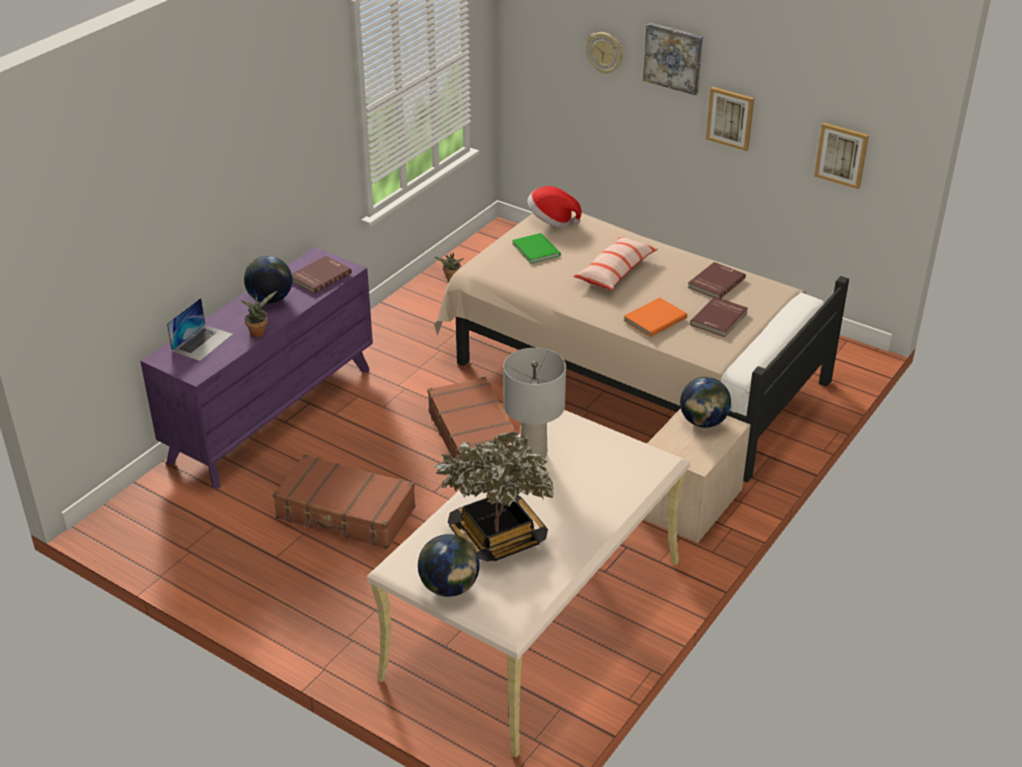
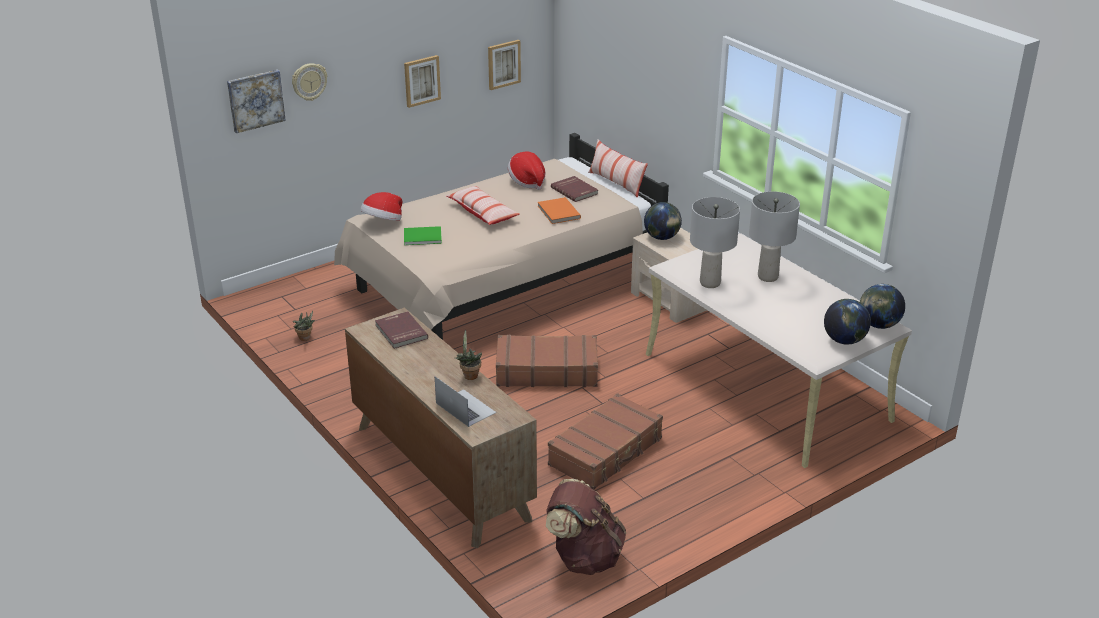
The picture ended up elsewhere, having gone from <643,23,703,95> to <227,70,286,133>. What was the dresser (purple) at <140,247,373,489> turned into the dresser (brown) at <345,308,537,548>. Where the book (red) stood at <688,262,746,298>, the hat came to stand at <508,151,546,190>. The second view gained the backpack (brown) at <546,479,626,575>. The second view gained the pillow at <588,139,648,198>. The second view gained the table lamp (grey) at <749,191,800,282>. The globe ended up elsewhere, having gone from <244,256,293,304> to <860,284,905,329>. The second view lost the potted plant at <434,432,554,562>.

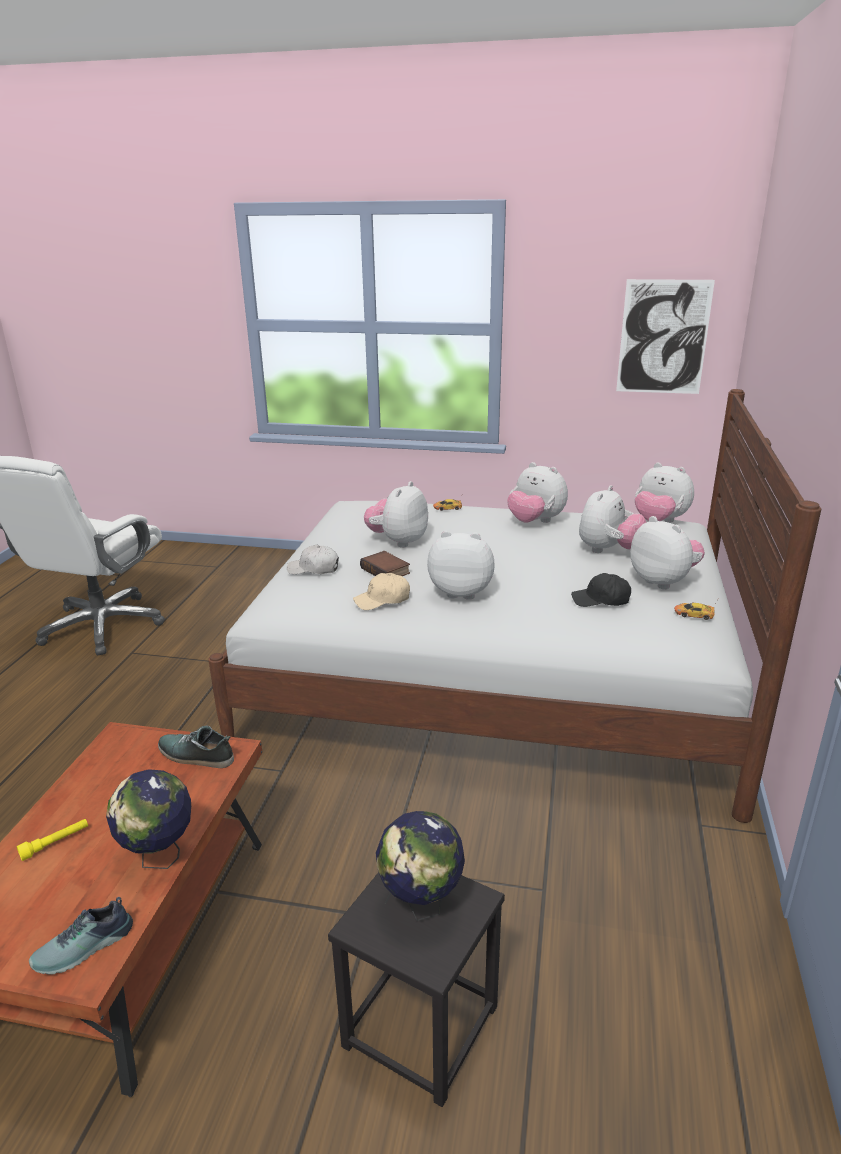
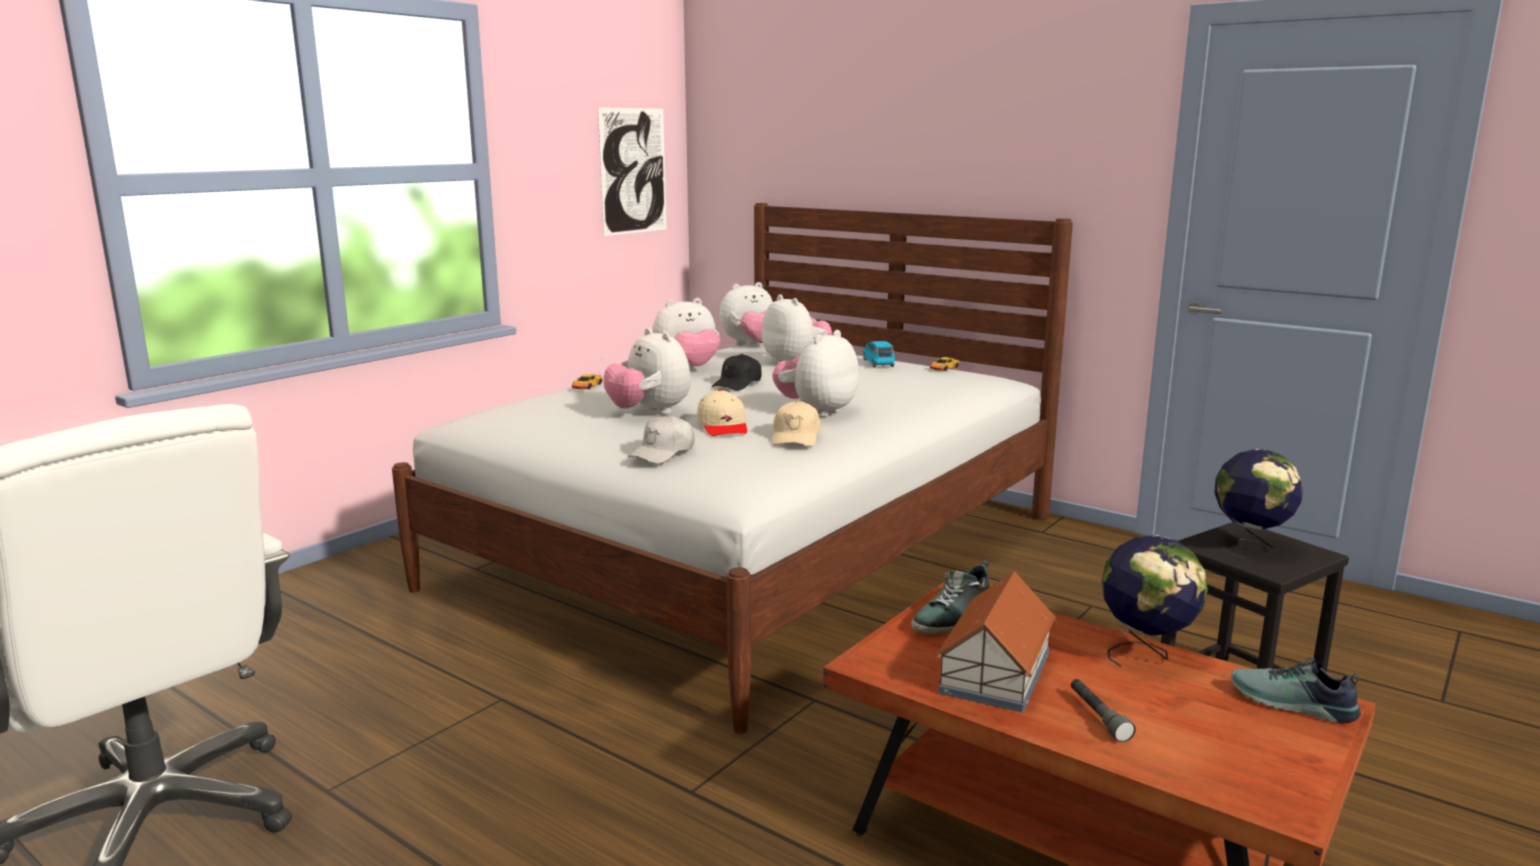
Where the book stood at <360,551,410,576>, the cap (beige) came to stand at <697,389,747,436>. The cap (black) ended up elsewhere, having gone from <571,573,631,607> to <711,354,762,391>. Where the plush toy stood at <630,516,705,590>, the toy car (blue) came to stand at <863,341,895,368>. The second view gained the toy house at <935,571,1056,713>. What was the flashlight (yellow) at <17,819,88,861> turned into the flashlight (grey) at <1071,679,1136,742>. The shoe at <29,897,133,974> ended up facing another way, 135 degrees clockwise from before.

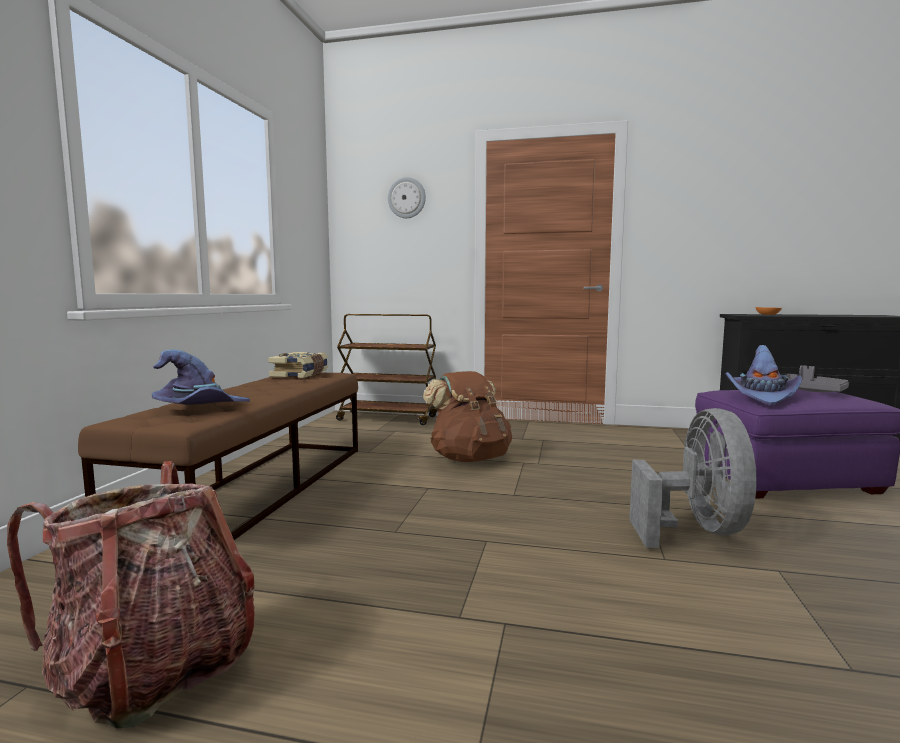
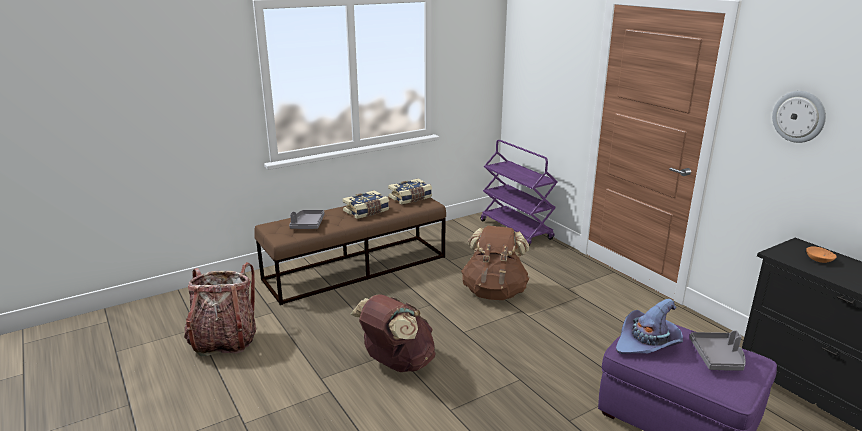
Where the hat (purple) stood at <152,349,250,405>, the tray (grey) came to stand at <289,210,325,229>. The second view gained the book at <342,190,389,219>. The second view gained the backpack (brown) at <350,294,436,372>. What was the cart (brown) at <336,314,437,425> turned into the cart (purple) at <480,140,558,246>. The wall clock ended up elsewhere, having gone from <388,177,426,218> to <772,91,826,143>. The second view lost the fan (grey) at <629,408,757,548>.

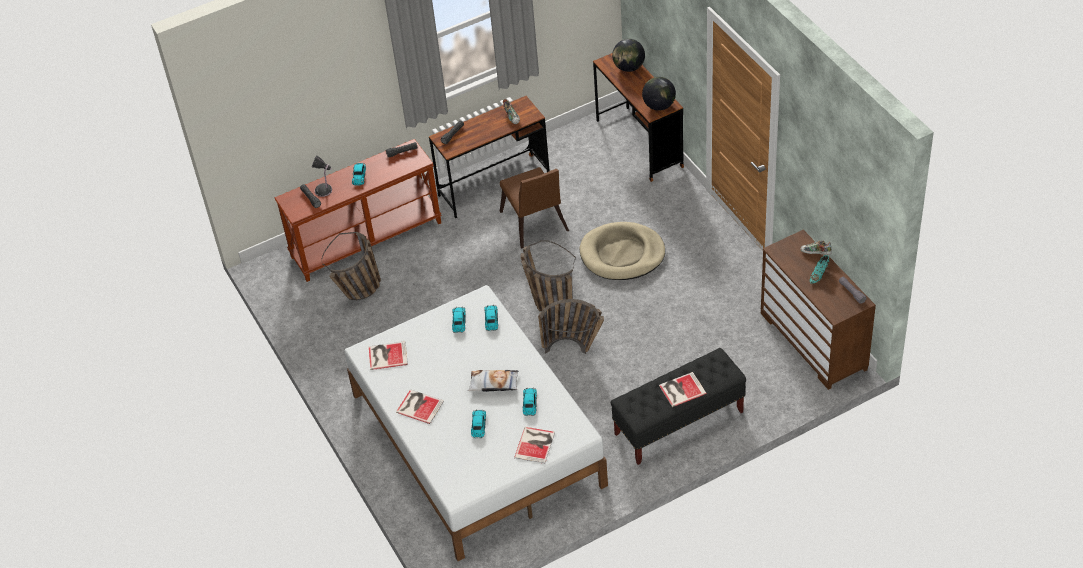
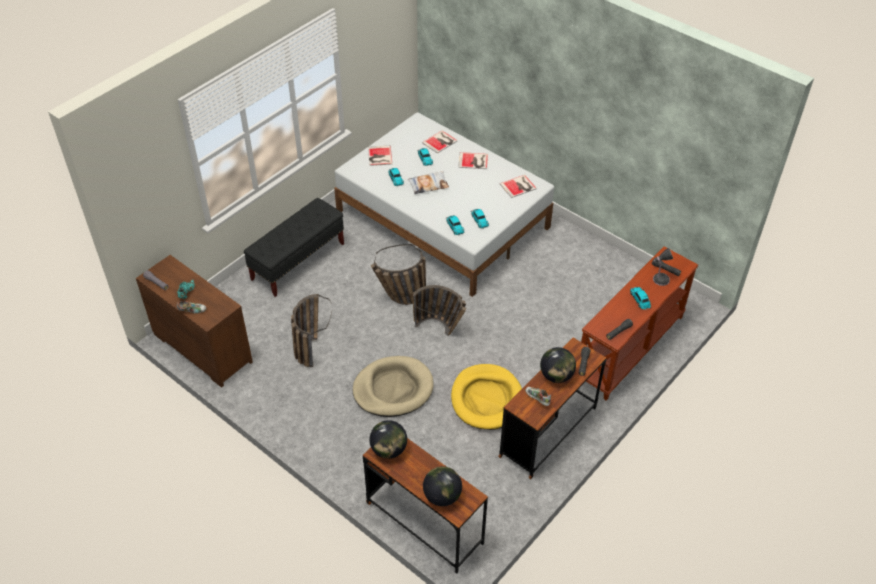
The basket ended up elsewhere, having gone from <322,232,381,300> to <291,294,332,367>. The book ended up elsewhere, having gone from <659,372,707,407> to <422,131,457,154>. Where the chair (brown) stood at <500,167,569,249>, the dog bed (yellow) came to stand at <451,364,522,430>. The second view gained the globe at <540,347,576,383>.

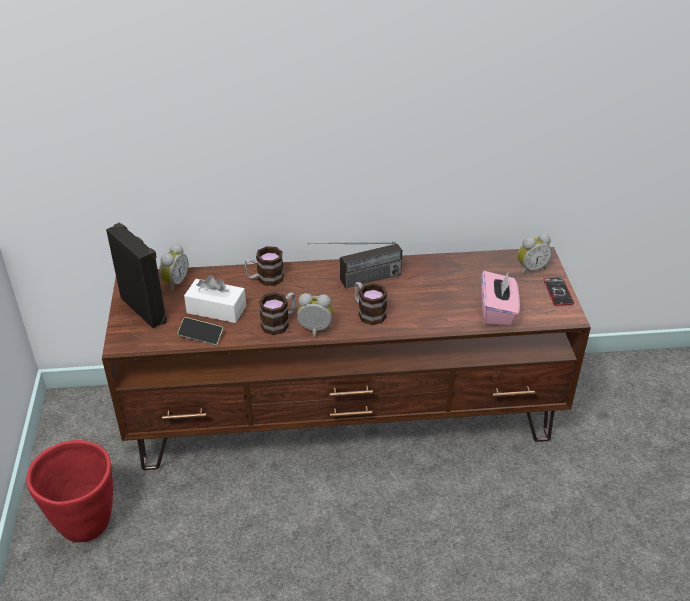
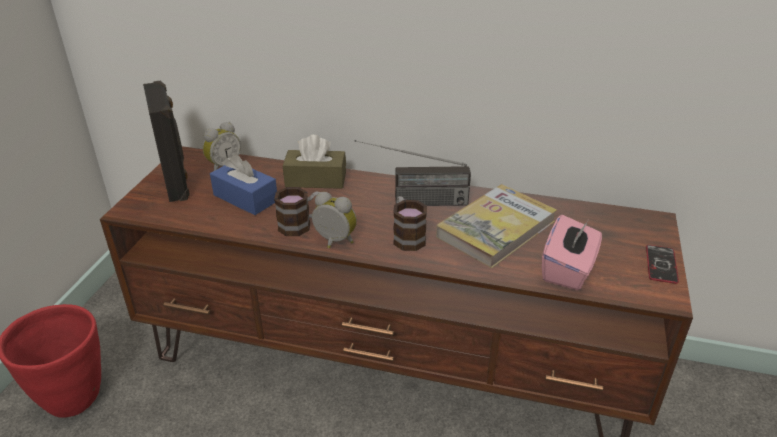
What was the tissue box (white) at <184,275,246,323> turned into the tissue box (blue) at <210,154,277,215>. Where the mug stood at <244,246,284,286>, the tissue box (brown) came to stand at <283,135,346,189>. The second view gained the book at <436,184,557,268>. The second view lost the phone at <178,317,223,345>. The second view lost the alarm clock at <517,233,552,275>.

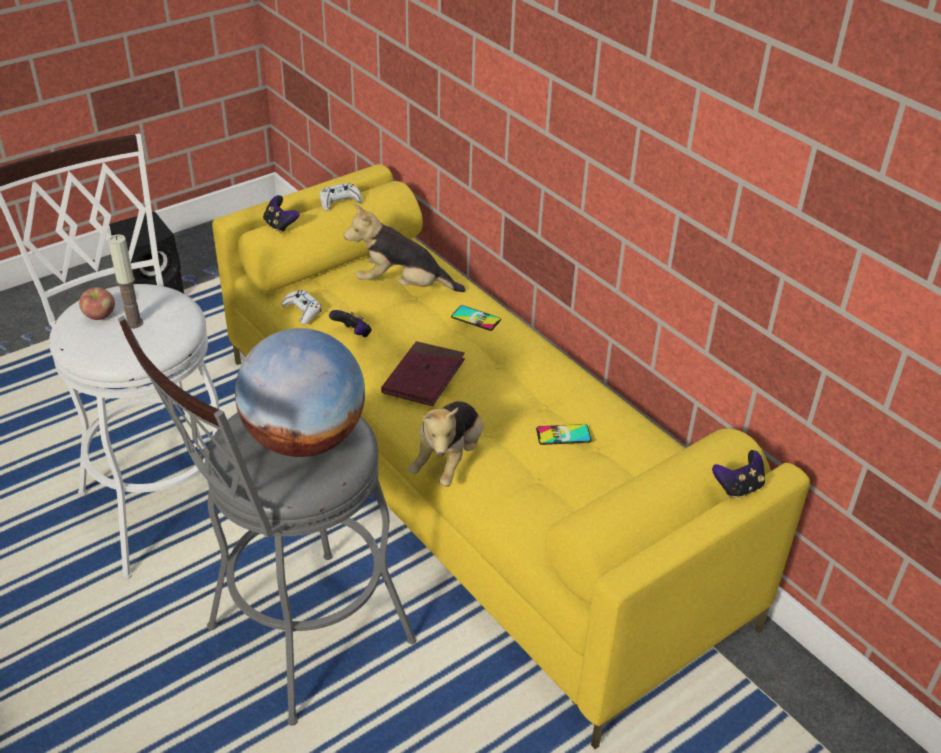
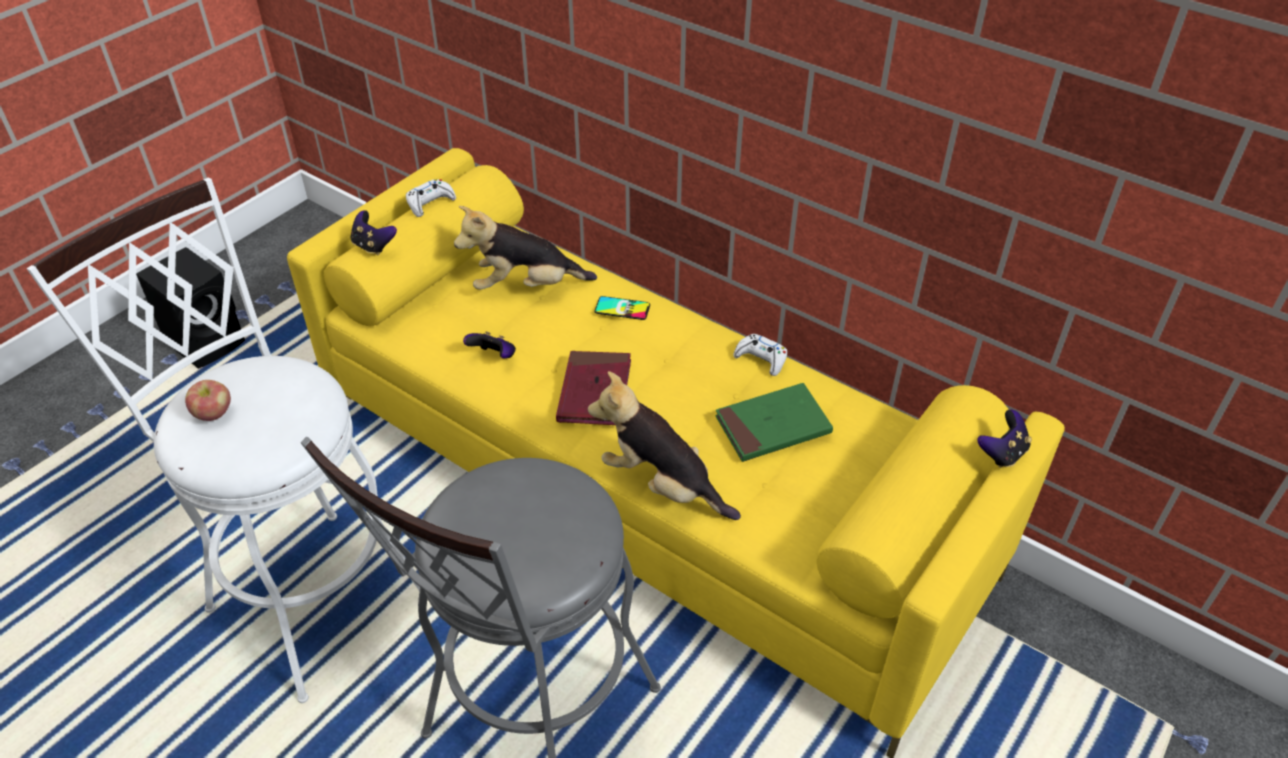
The plush toy at <409,401,483,487> ended up facing another way, 120 degrees clockwise from before. Where the phone stood at <536,424,591,445>, the book (green) came to stand at <715,383,833,462>. The game controller (white) ended up elsewhere, having gone from <282,290,322,325> to <733,334,787,376>. The second view lost the candle at <108,234,143,329>. The second view lost the globe at <235,328,365,457>.

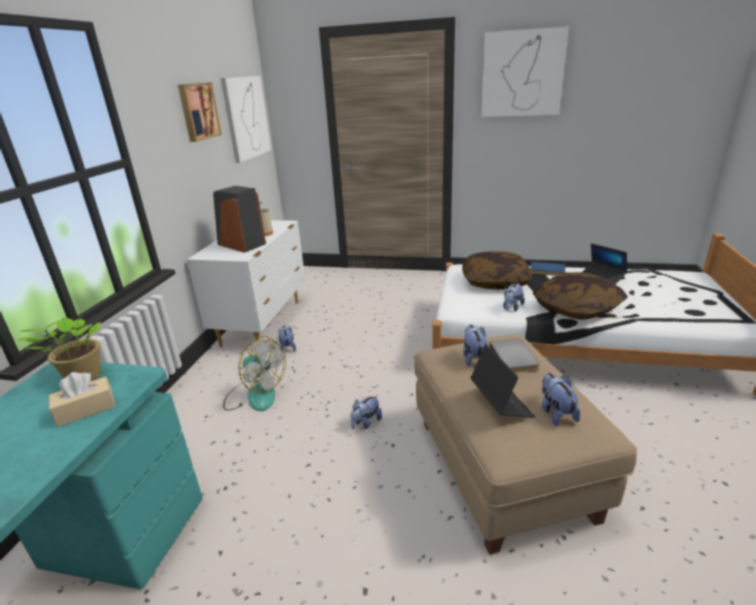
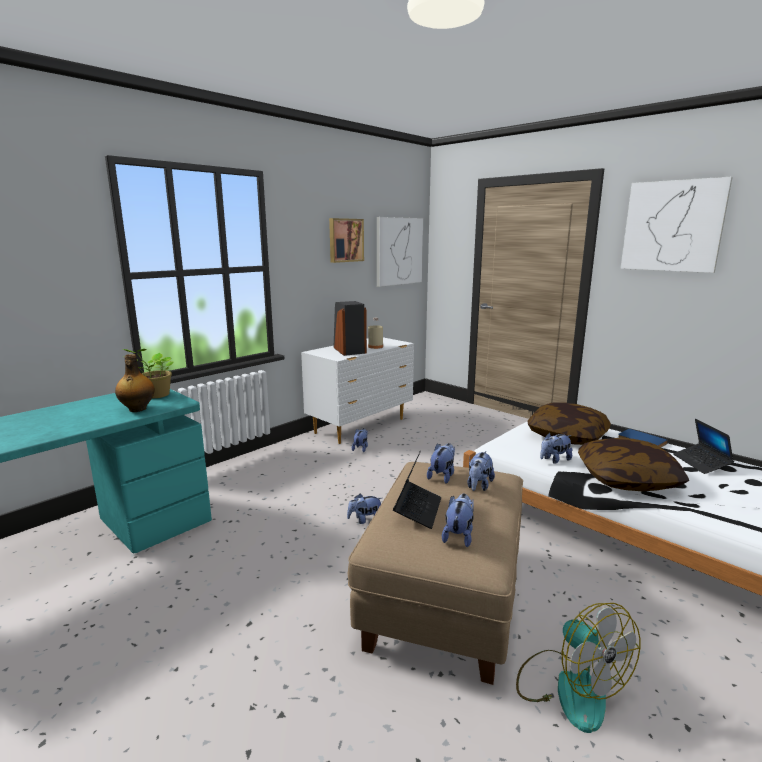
Where the tissue box (beige) stood at <49,372,116,427>, the bottle came to stand at <115,354,155,412>. Where the book (grey) stood at <489,338,540,373>, the plush toy came to stand at <467,451,495,491>. The fan ended up elsewhere, having gone from <223,337,286,411> to <516,603,640,733>.

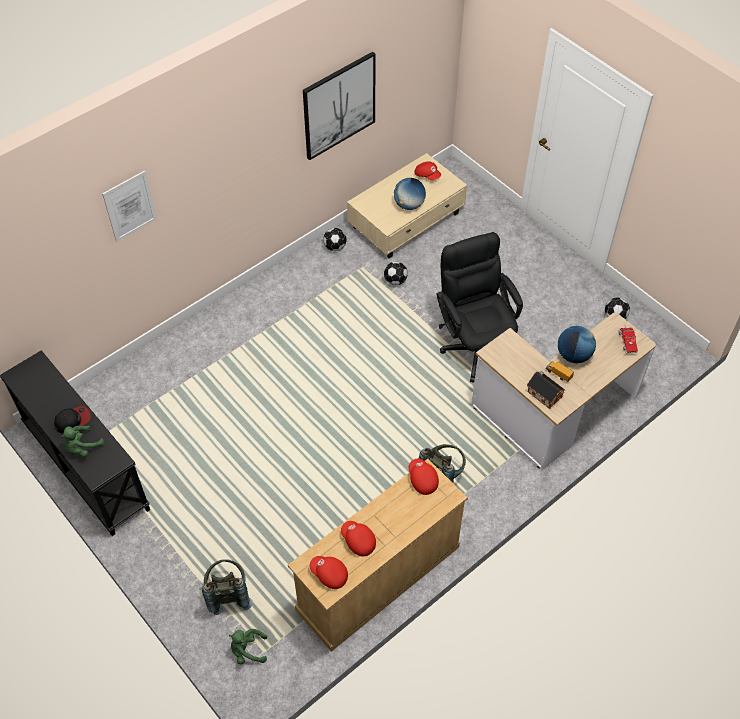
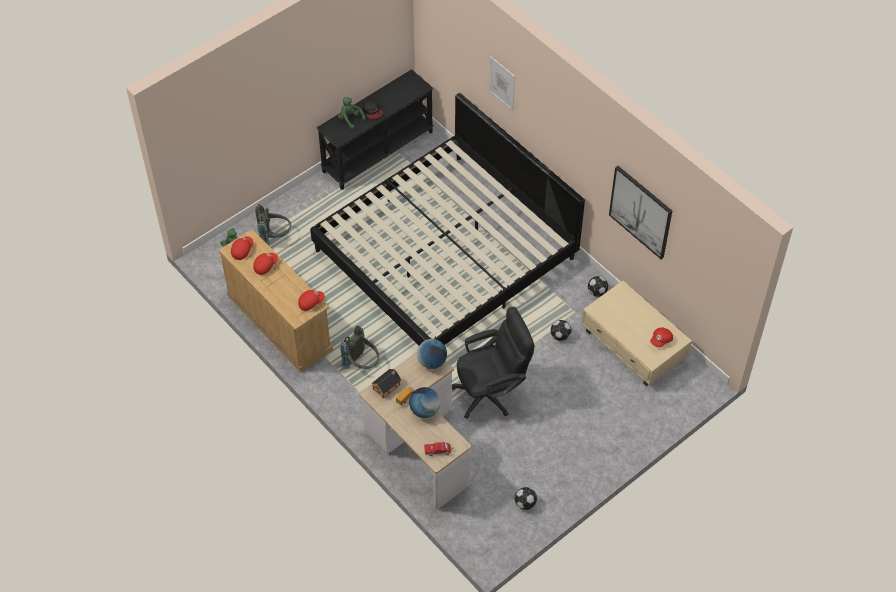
The second view gained the bed at <310,93,585,345>. The globe ended up elsewhere, having gone from <394,178,426,210> to <417,339,447,369>.

